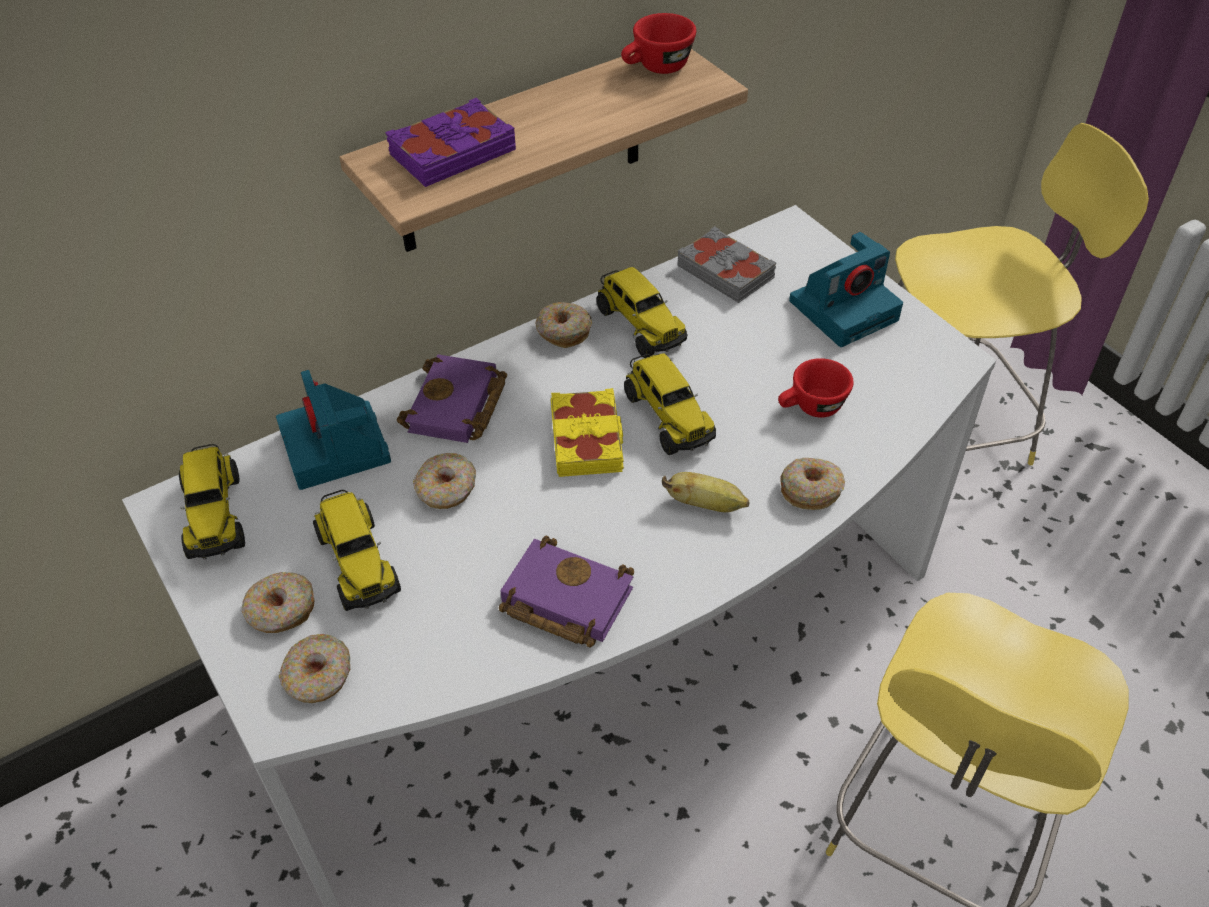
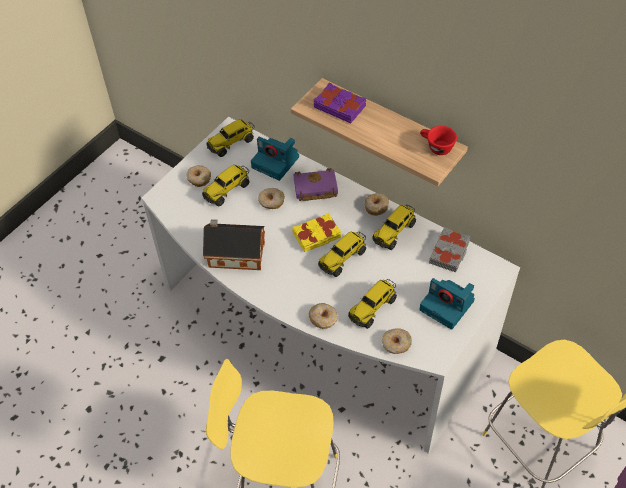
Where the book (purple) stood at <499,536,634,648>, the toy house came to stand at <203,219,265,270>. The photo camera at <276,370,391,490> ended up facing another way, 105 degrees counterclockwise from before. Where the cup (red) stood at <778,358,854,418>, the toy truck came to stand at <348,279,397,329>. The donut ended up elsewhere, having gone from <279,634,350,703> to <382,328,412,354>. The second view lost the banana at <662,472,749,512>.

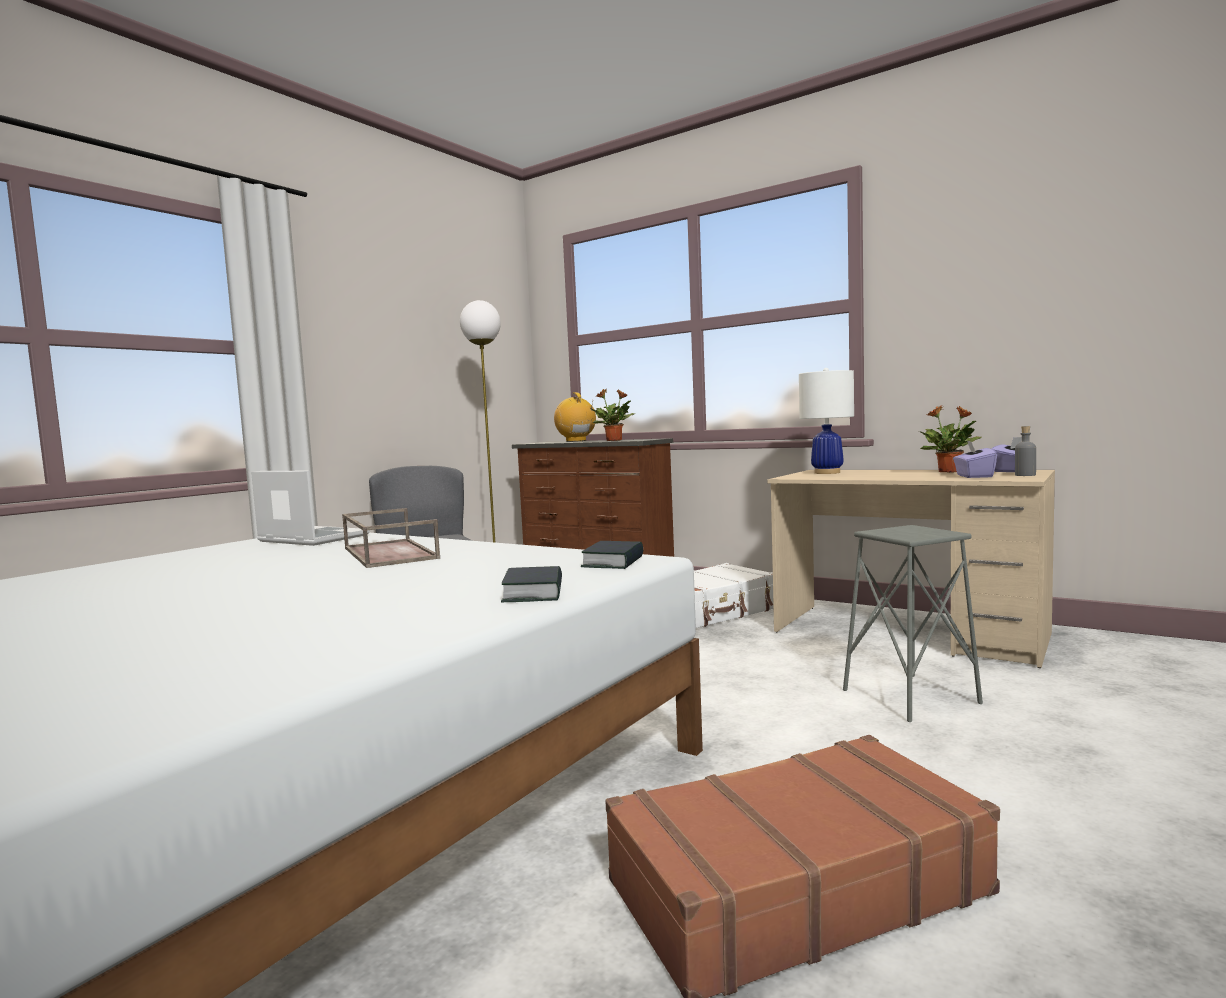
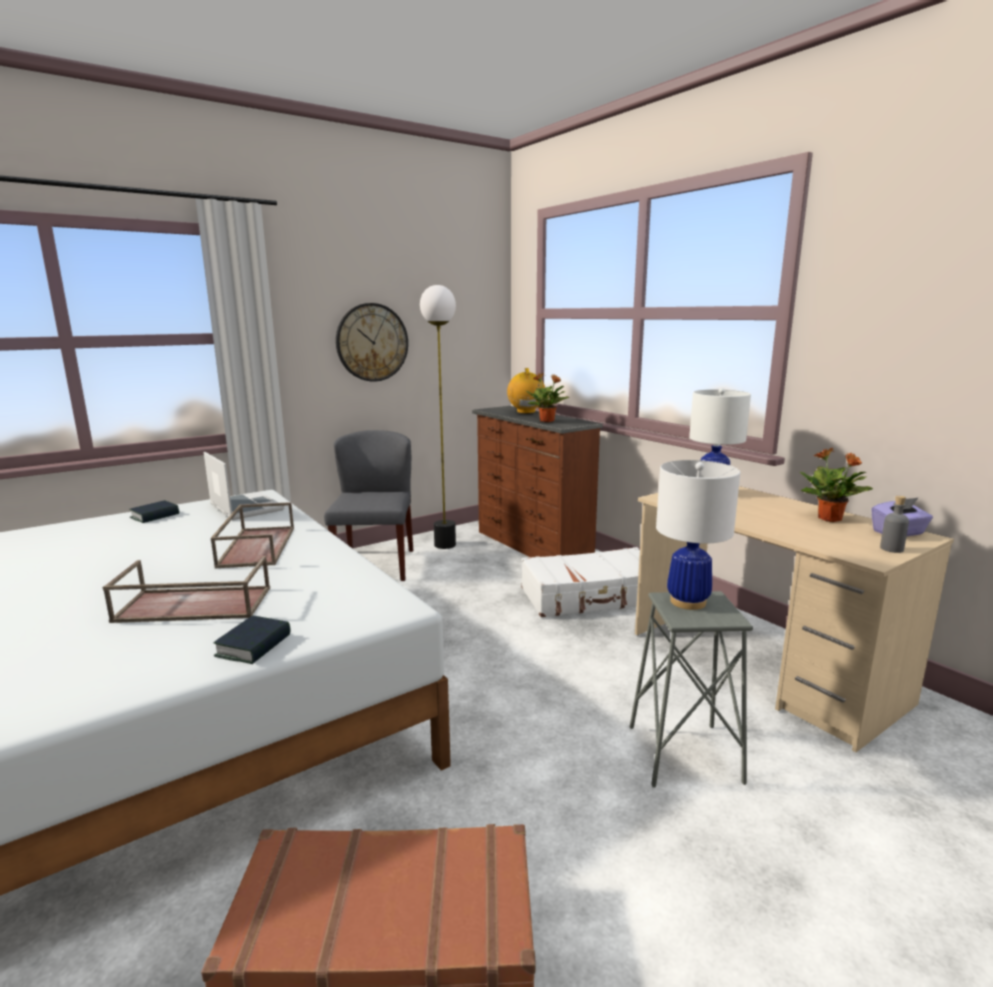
The second view gained the tray (brown) at <103,556,270,623>. The book ended up elsewhere, having gone from <581,541,643,569> to <129,500,179,523>. The second view gained the wall clock at <336,303,408,382>. The second view gained the table lamp (white) at <656,460,740,610>. The second view lost the tissue box (purple) at <953,441,997,478>.

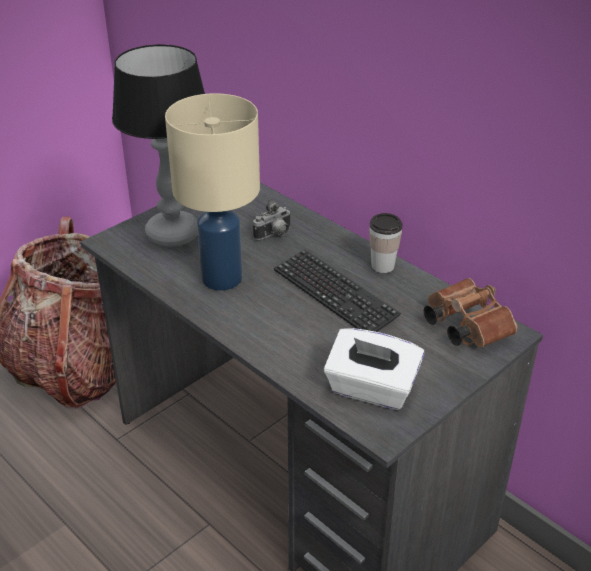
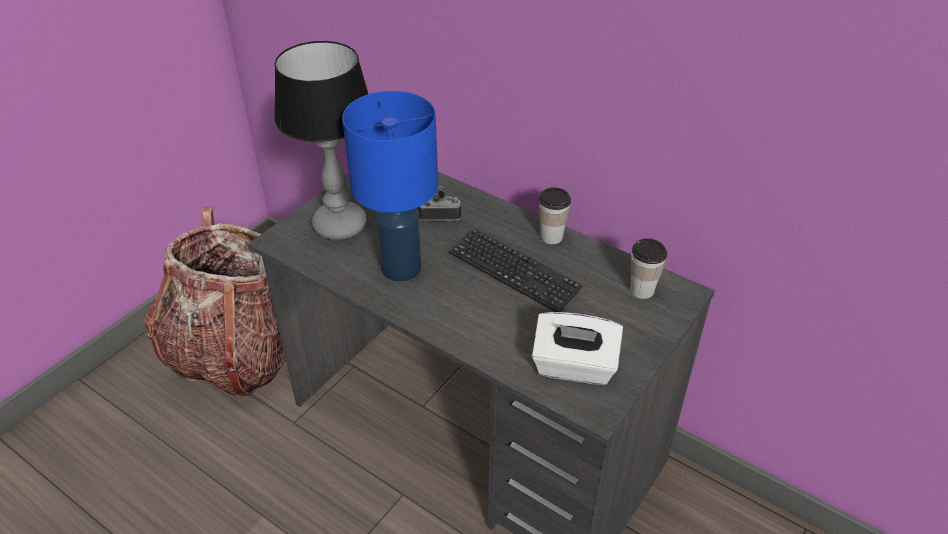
What was the table lamp (beige) at <165,93,260,291> turned into the table lamp (blue) at <342,91,438,282>. The photo camera at <253,199,291,240> ended up facing another way, 135 degrees counterclockwise from before. Where the binoculars (brown) stood at <424,278,518,348>, the cup came to stand at <630,238,667,299>.

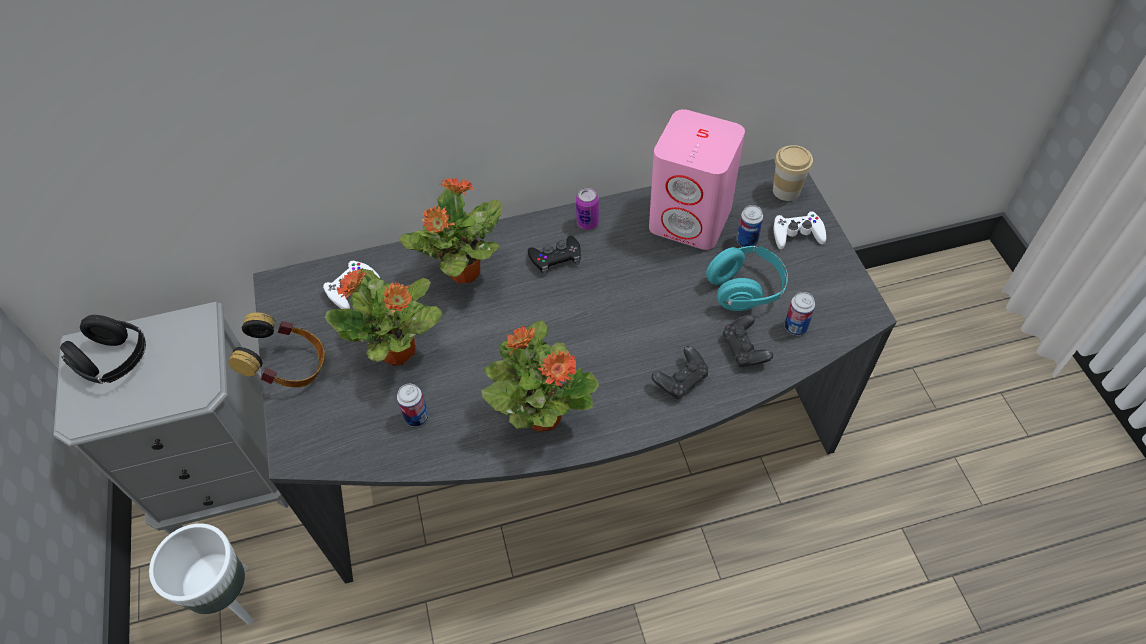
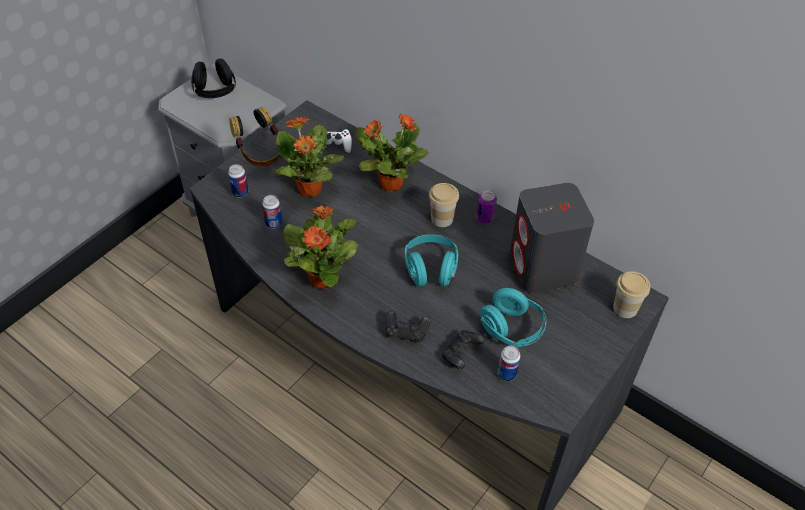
The can ended up elsewhere, having gone from <737,205,763,247> to <228,164,248,198>. The second view gained the headphones (turquoise) at <405,234,458,287>. Where the game controller (black) stood at <528,236,580,275>, the cup came to stand at <429,183,459,227>. What was the speaker (pink) at <649,109,745,250> turned into the speaker (grey) at <509,183,594,293>. The second view lost the planter (white) at <149,523,253,625>. The second view lost the game controller (white) at <773,211,826,249>.

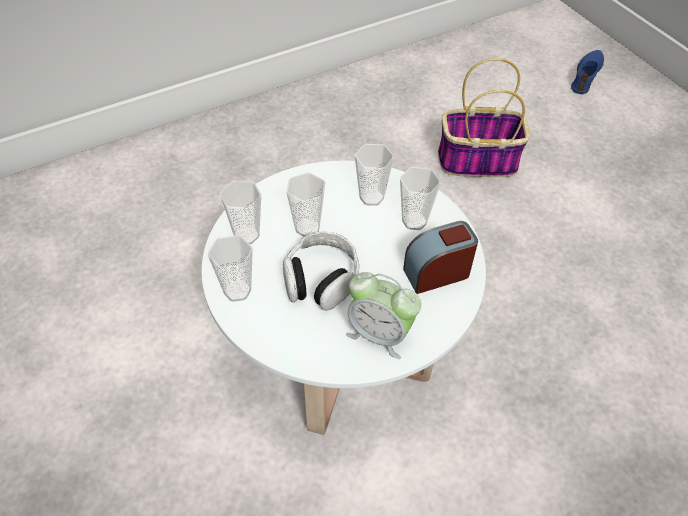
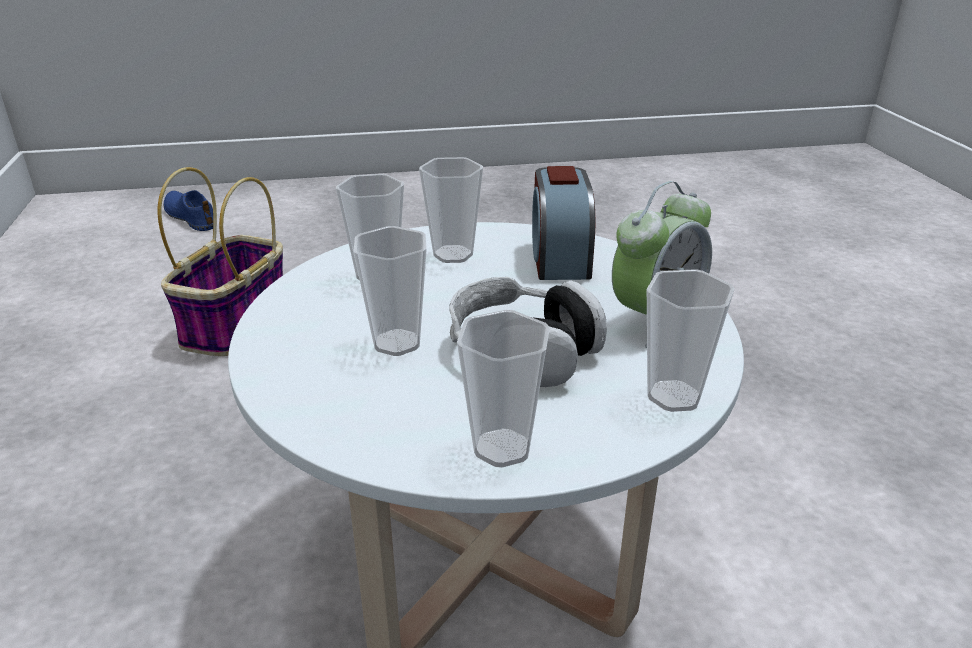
The cup ended up elsewhere, having gone from <220,180,261,244> to <647,269,735,412>.

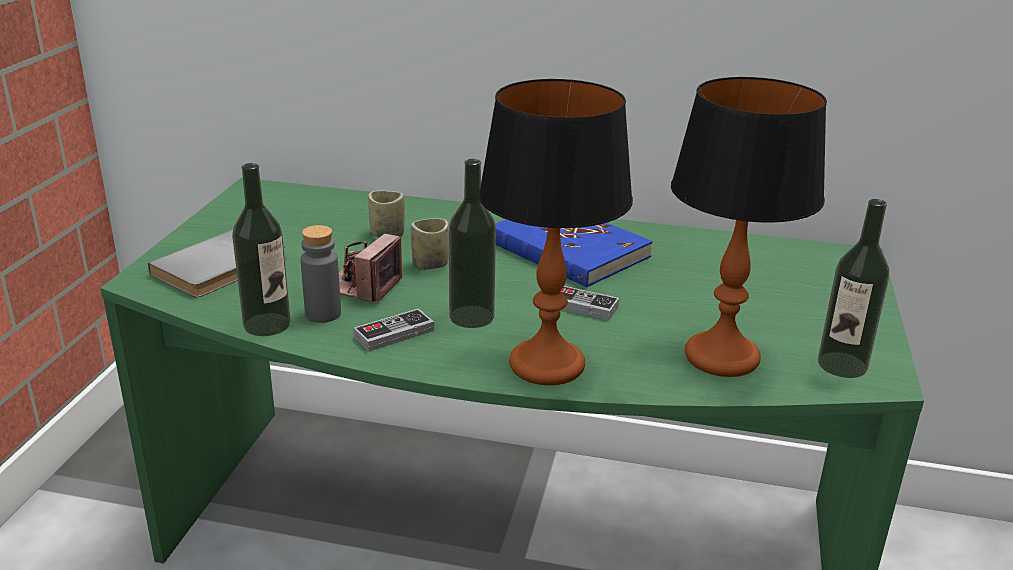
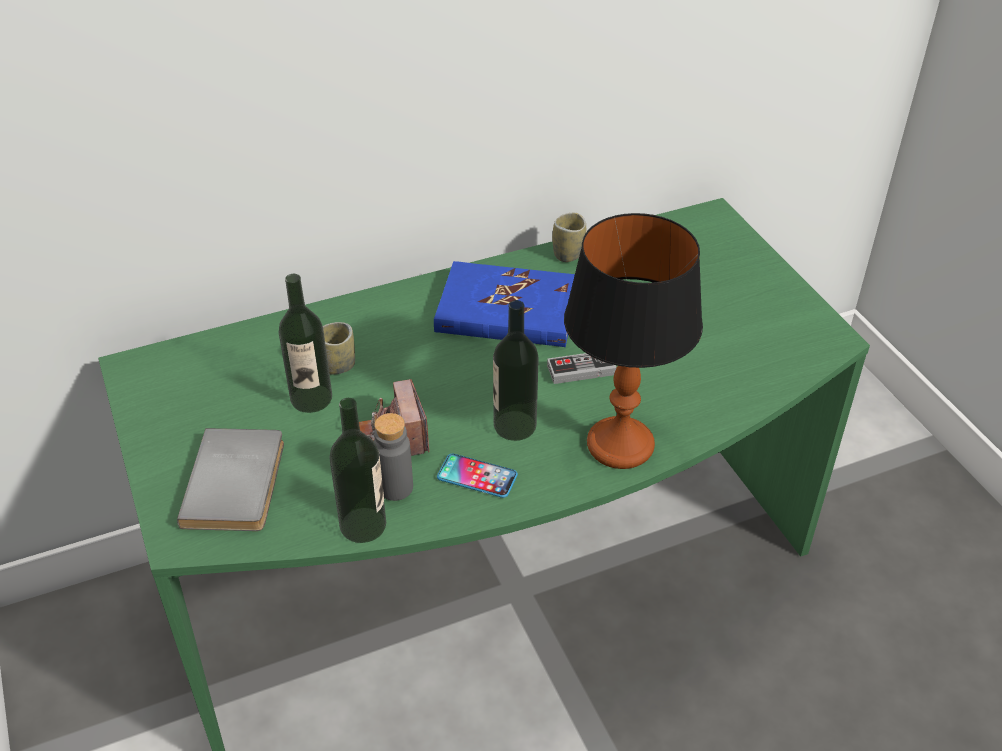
The bottle ended up elsewhere, having gone from <818,199,889,378> to <279,274,332,413>. Where the game controller stood at <354,308,434,351>, the phone came to stand at <437,454,518,498>. The cup ended up elsewhere, having gone from <411,218,449,270> to <552,213,586,262>. The second view lost the table lamp at <671,77,827,377>.

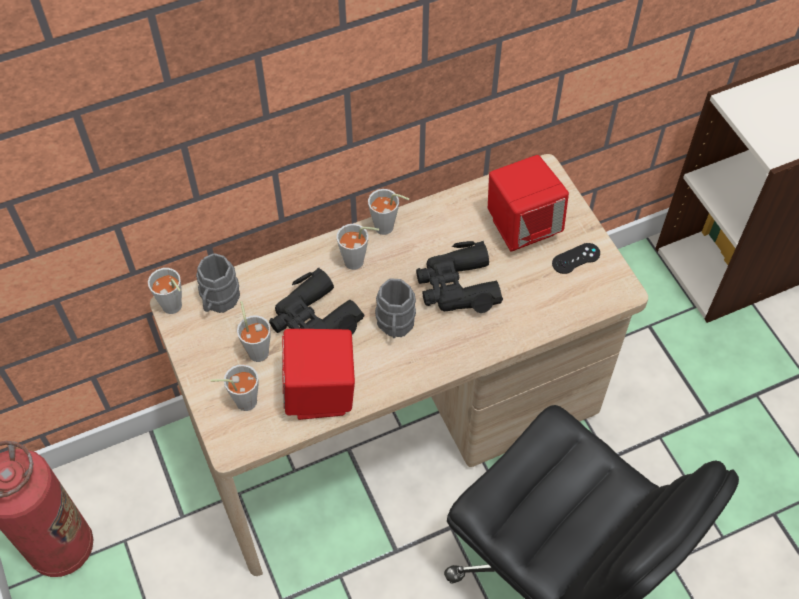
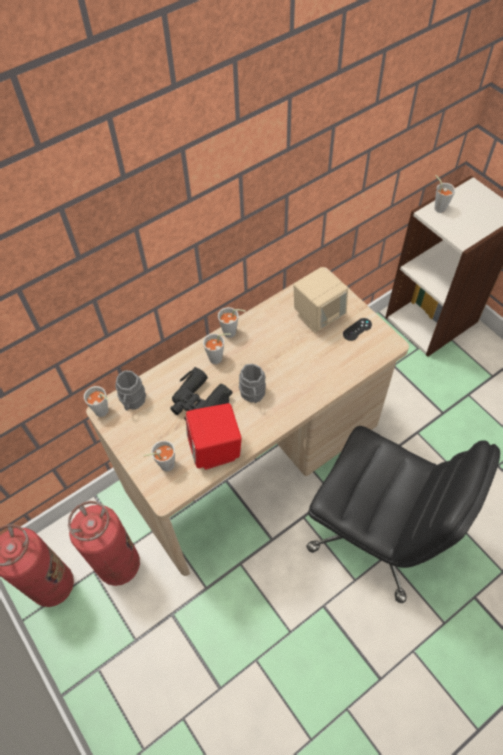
The second view gained the fire extinguisher at <68,501,140,586>. What was the speaker (red) at <488,155,569,252> turned into the speaker (beige) at <294,267,348,333>. The cup (grey) ended up elsewhere, having gone from <237,301,271,362> to <434,175,455,213>. The second view lost the binoculars (black) at <416,241,503,313>.

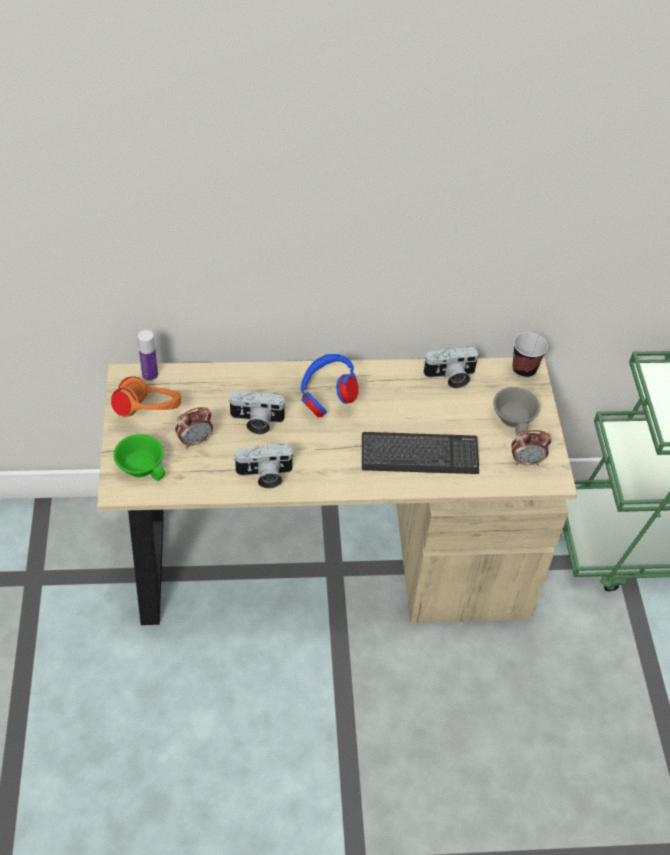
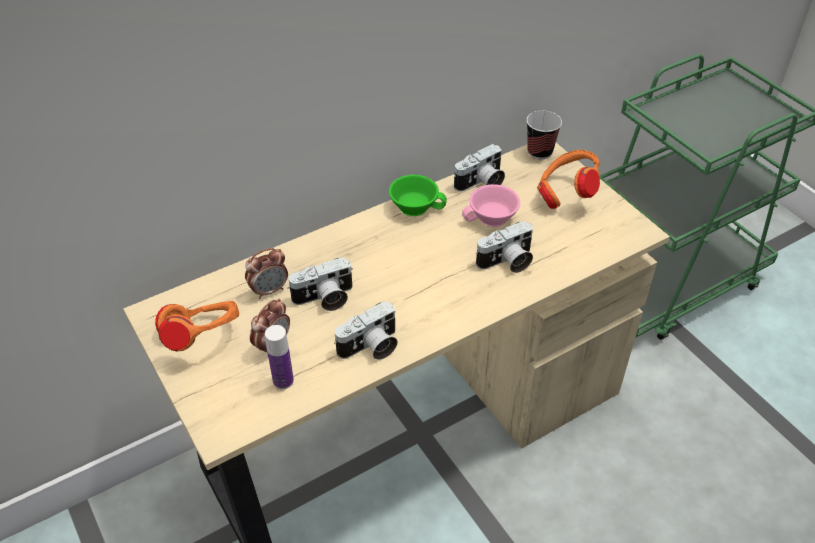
The alarm clock ended up elsewhere, having gone from <511,430,552,465> to <245,248,288,299>. The bottle ended up elsewhere, having gone from <138,330,158,381> to <265,325,294,389>. The cup (green) ended up elsewhere, having gone from <113,434,165,481> to <389,175,447,216>. The second view gained the cup (pink) at <462,184,520,227>. Where the keyboard stood at <362,432,479,474>, the photo camera came to stand at <476,221,533,273>. Where the cup (grey) stood at <493,387,540,435>, the headphones (orange) came to stand at <537,150,600,209>. The second view lost the headphones (blue) at <301,354,359,417>.

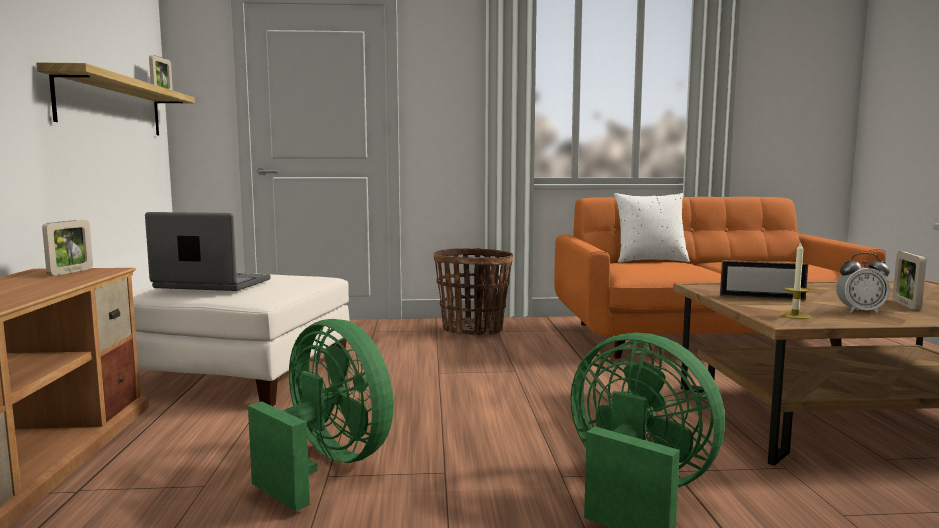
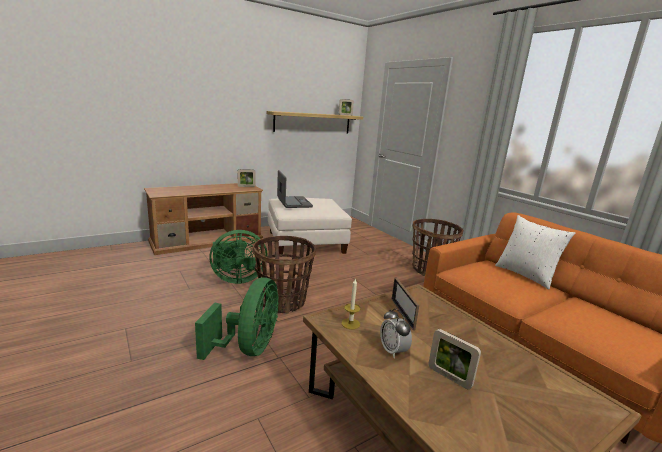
The fan (green) at <248,319,393,511> ended up facing another way, 60 degrees clockwise from before. The second view gained the basket at <252,236,316,314>. The picture frame at <893,251,926,310> ended up facing another way, 120 degrees counterclockwise from before.

